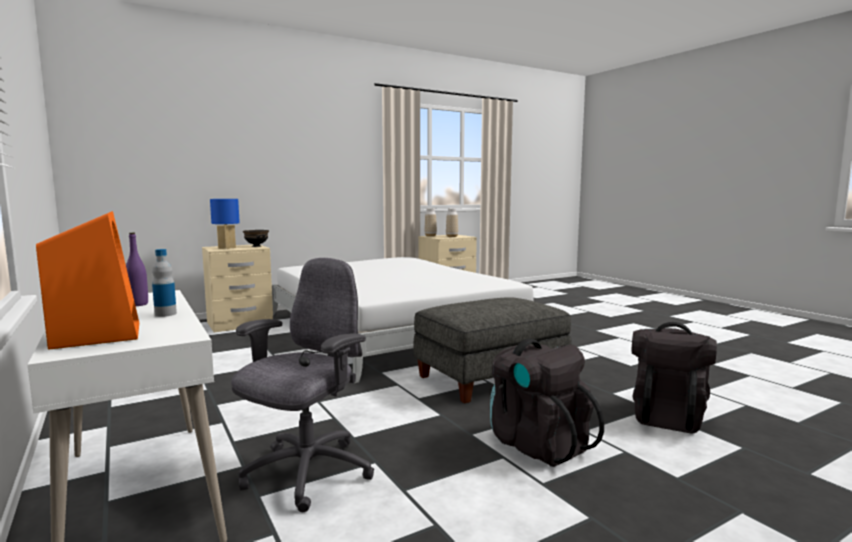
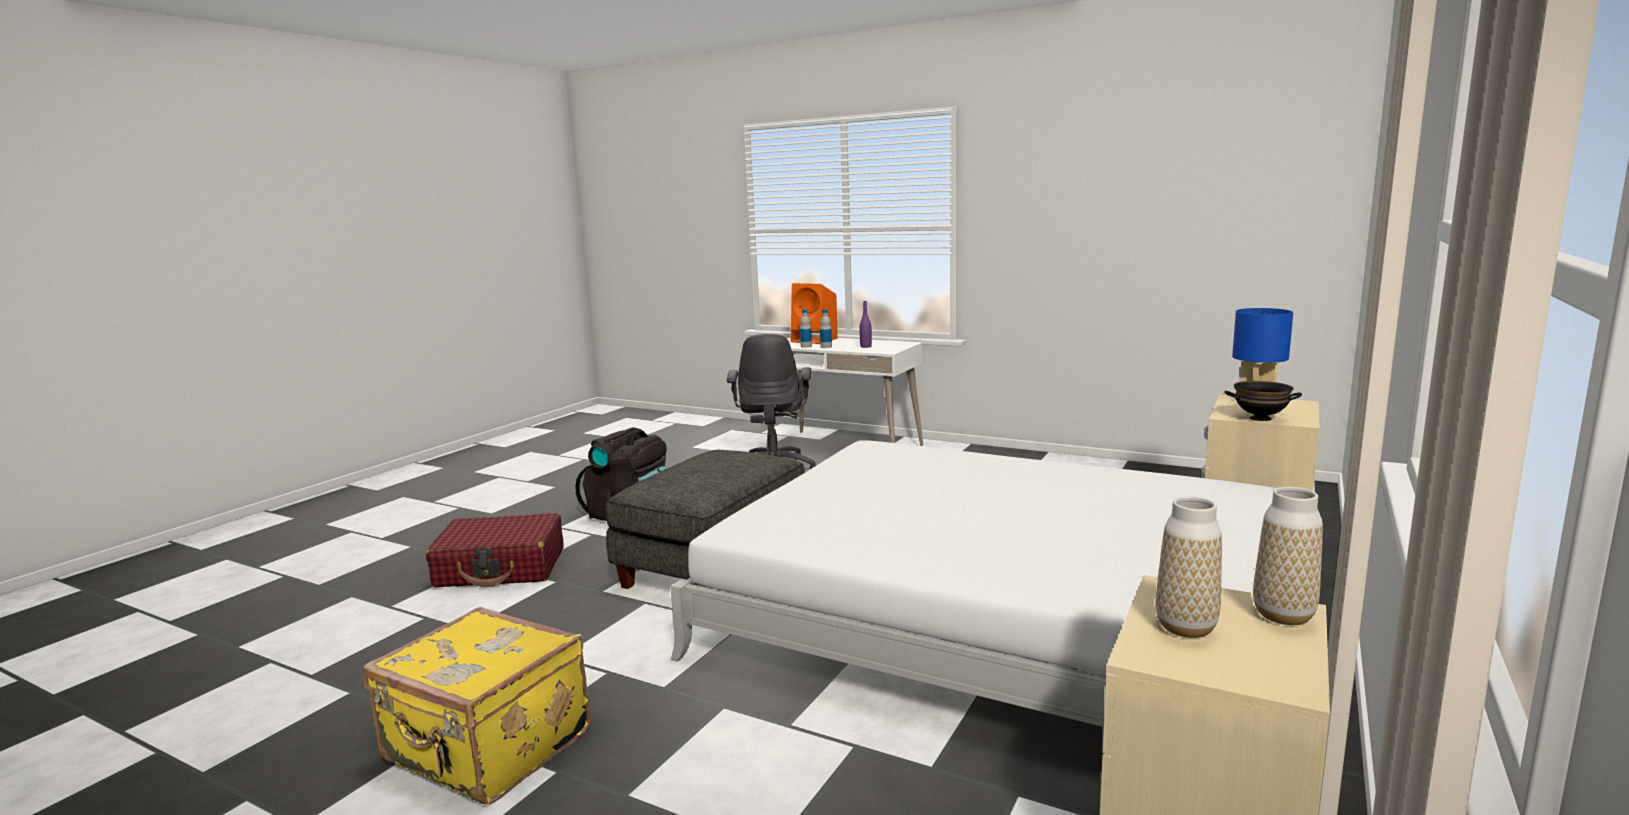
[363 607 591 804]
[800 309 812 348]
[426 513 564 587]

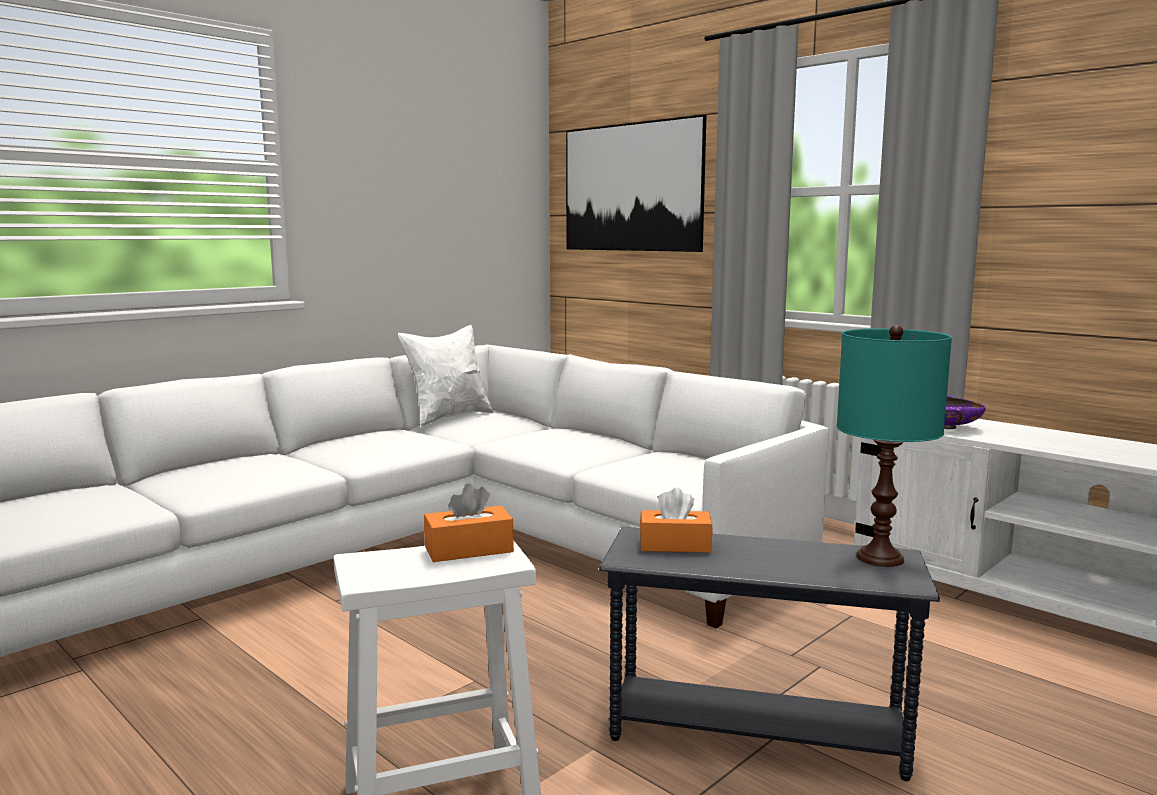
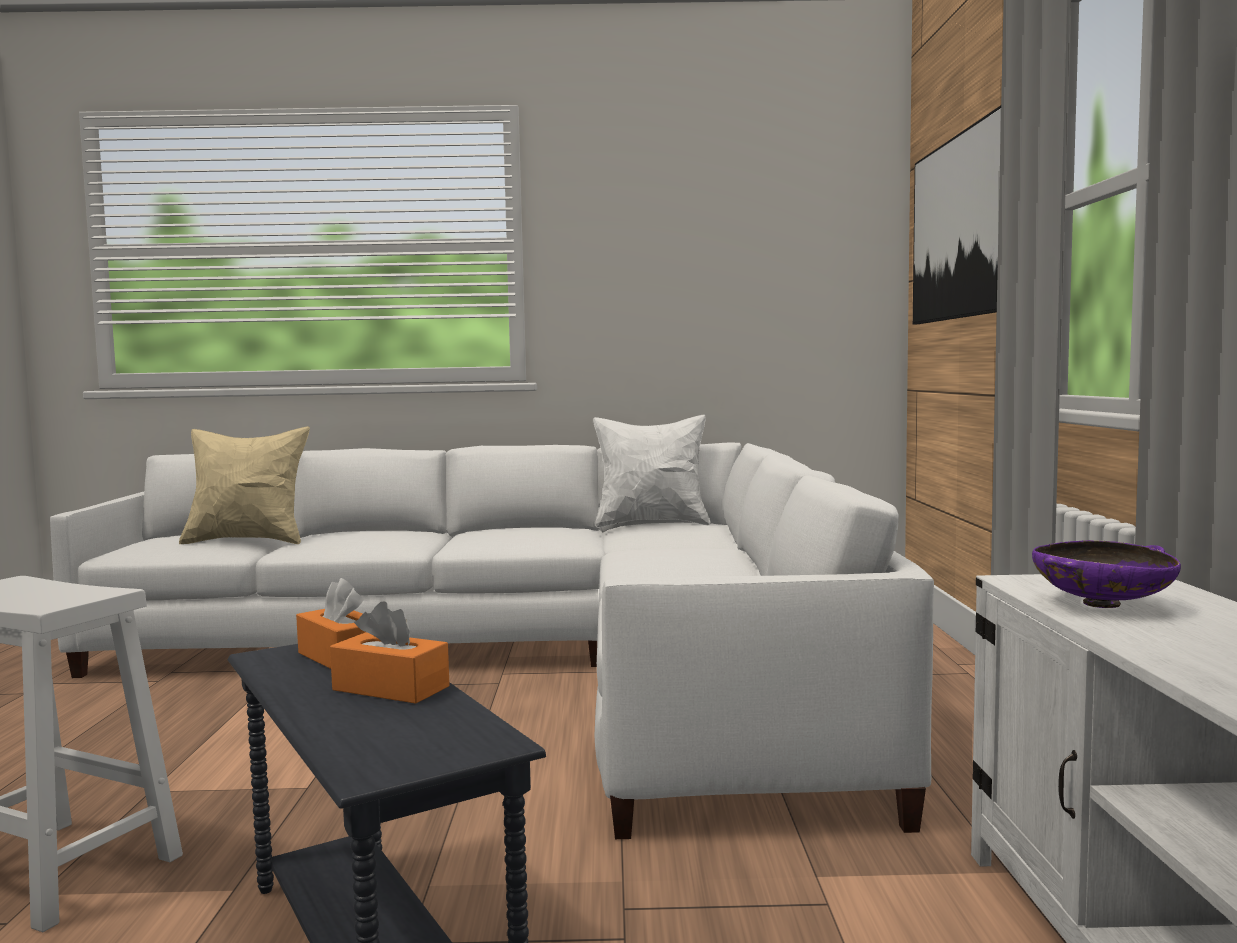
[837 325 952 567] (first image)
[179 426 310 544]
[330 601 450 704]

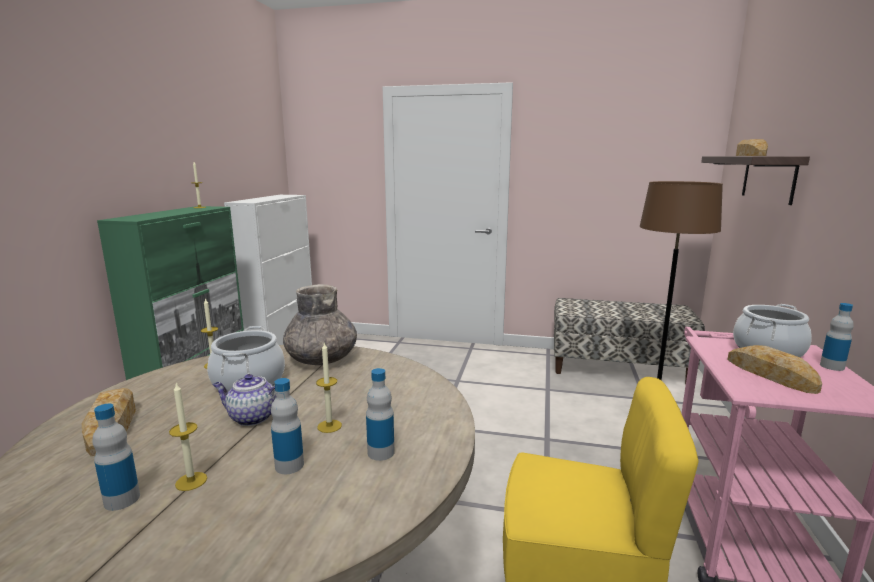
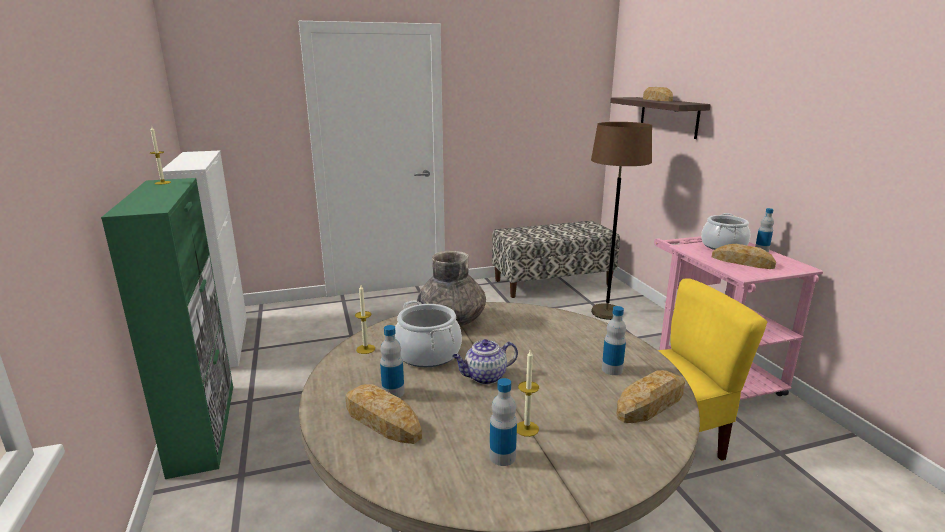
[316 343 342 433] (first image)
[616 370 685 423]
[380 325 404 398]

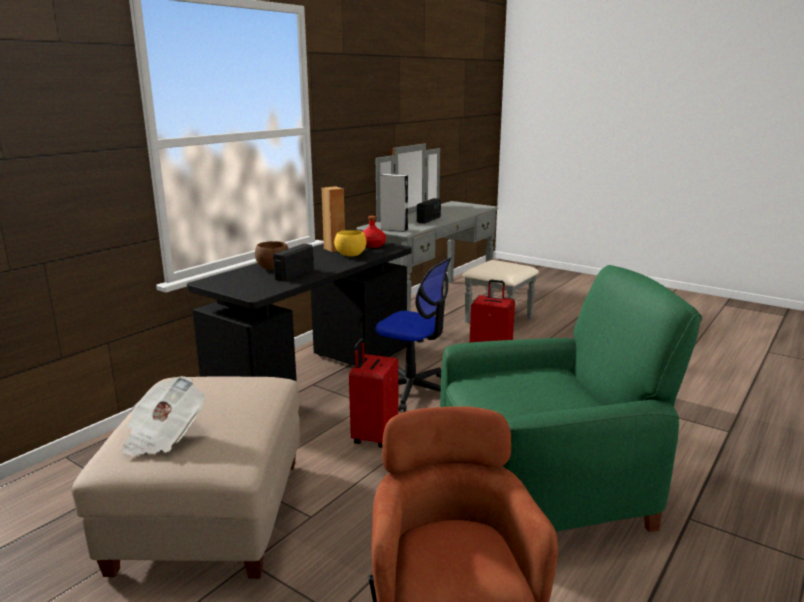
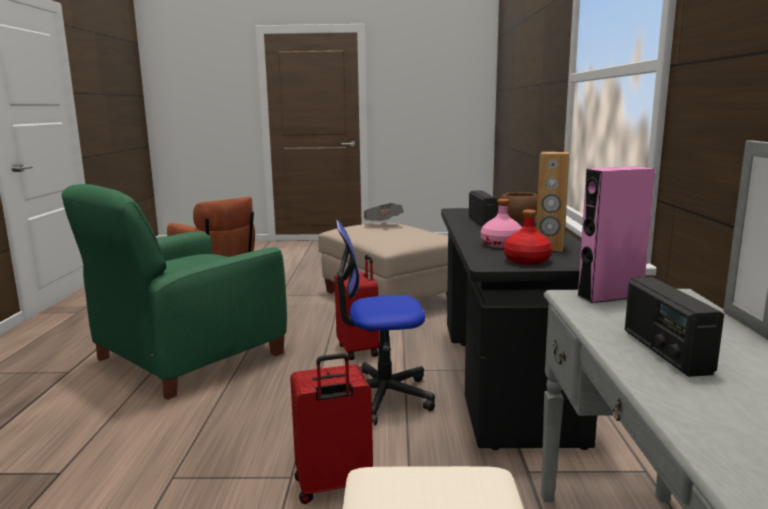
[481 199 522 248]
[577 166 655 303]

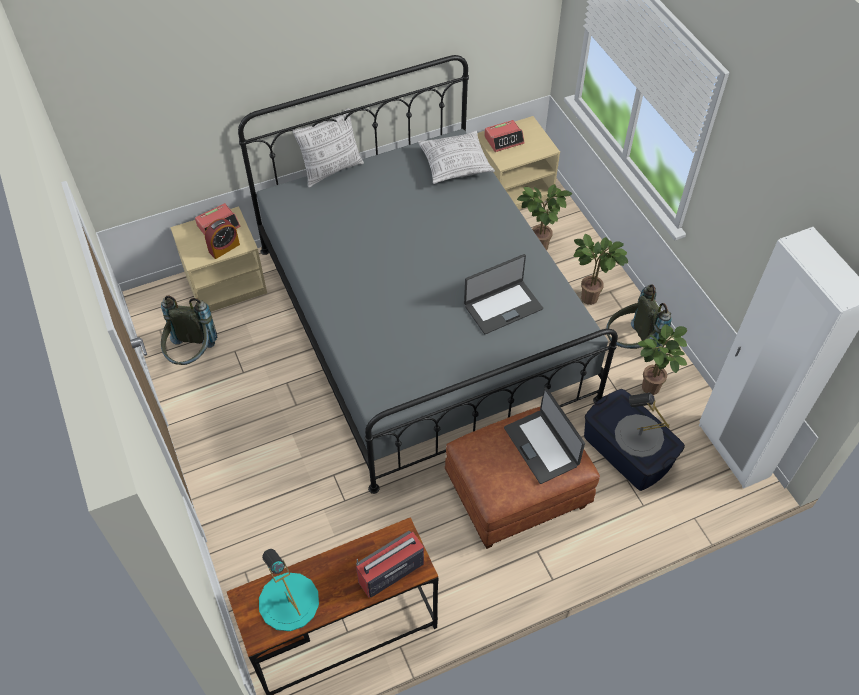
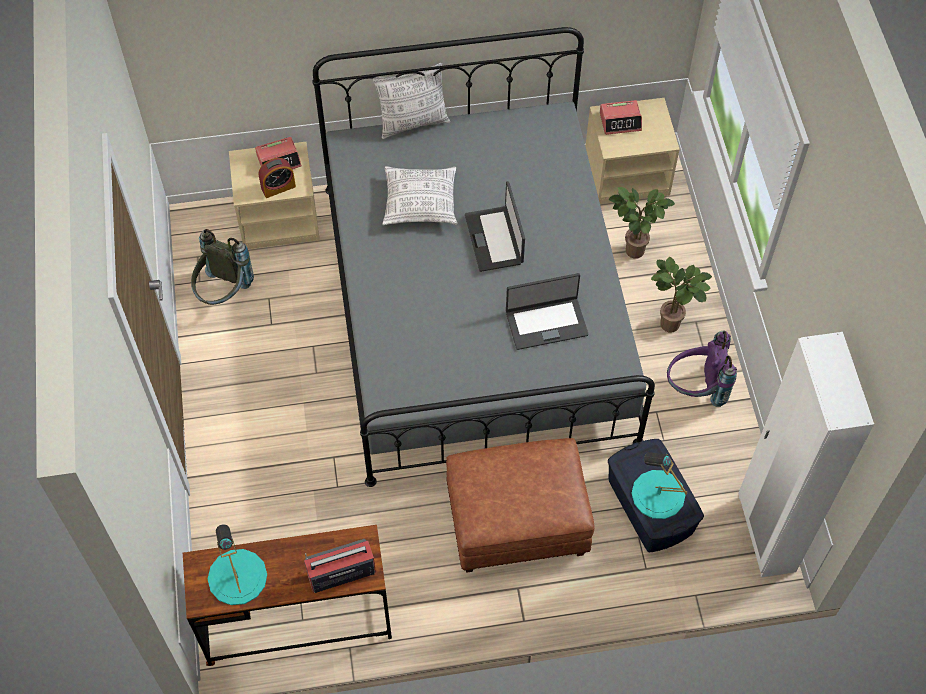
[638 324 687 395] (first image)
[382 166 457 225]
[465 181 525 272]
[667 330 737 407]
[631 452 687 519]

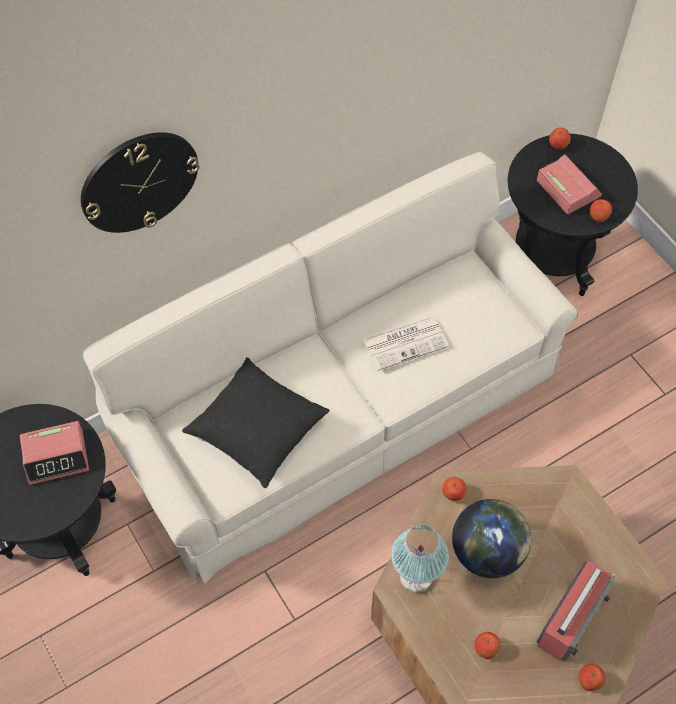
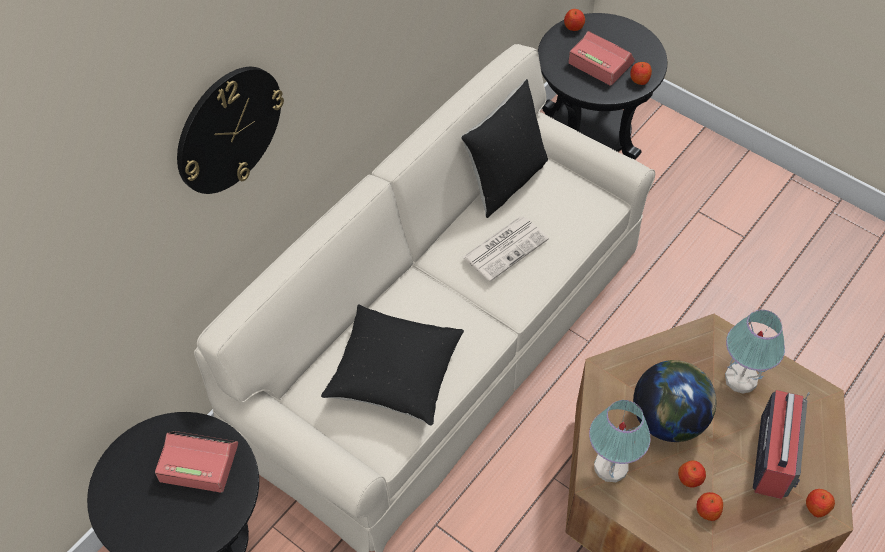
[461 79 548 218]
[725 310 785 393]
[678 460 706 487]
[155 431 238 493]

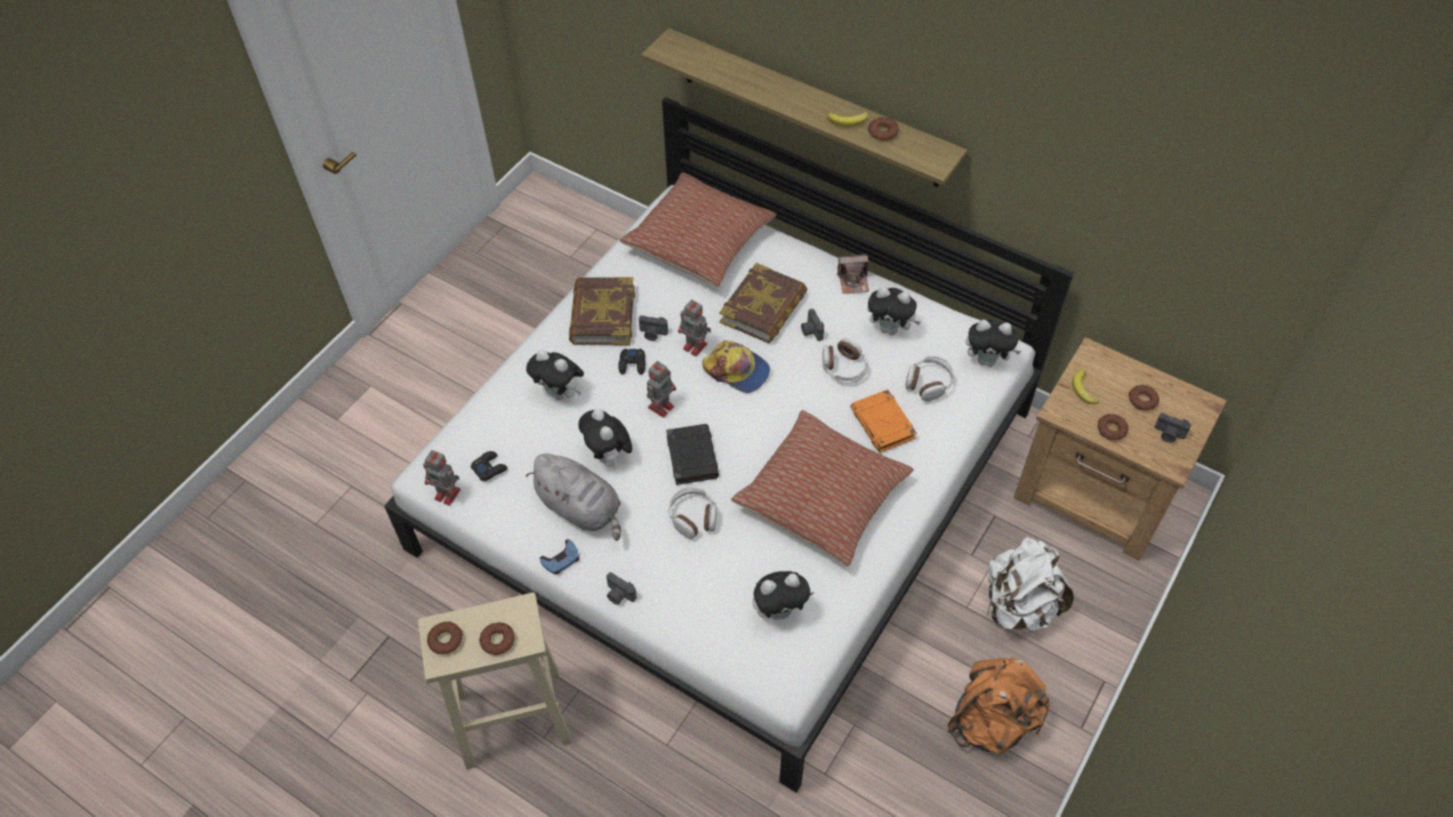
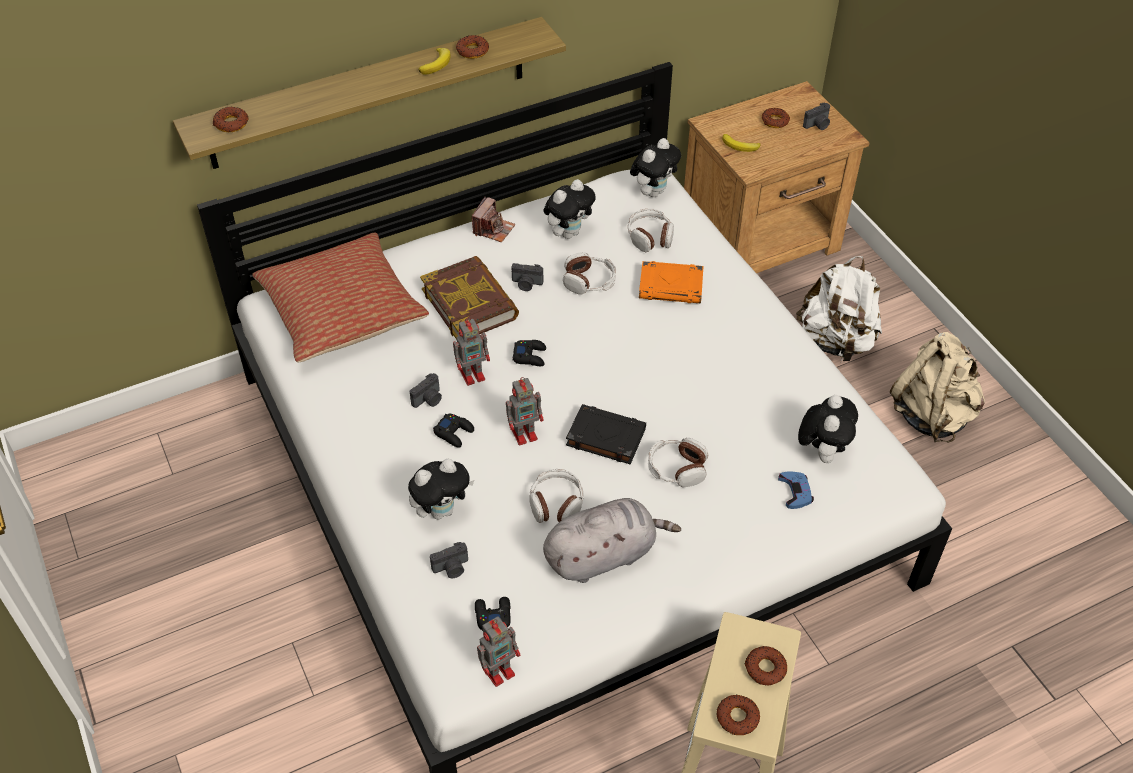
[569 277 635 345] (first image)
[731 410 913 566] (first image)
[778 471 814 509]
[430 542 468 578]
[213 107 249 132]
[529 469 584 523]
[513 340 546 366]
[890 332 985 443]
[506 377 543 445]

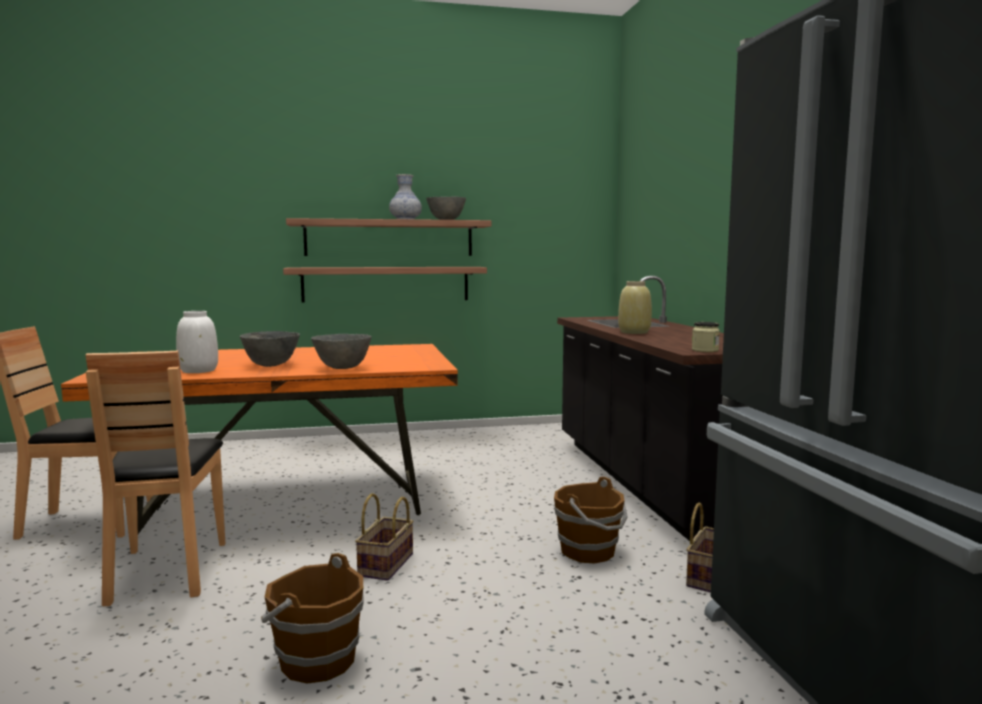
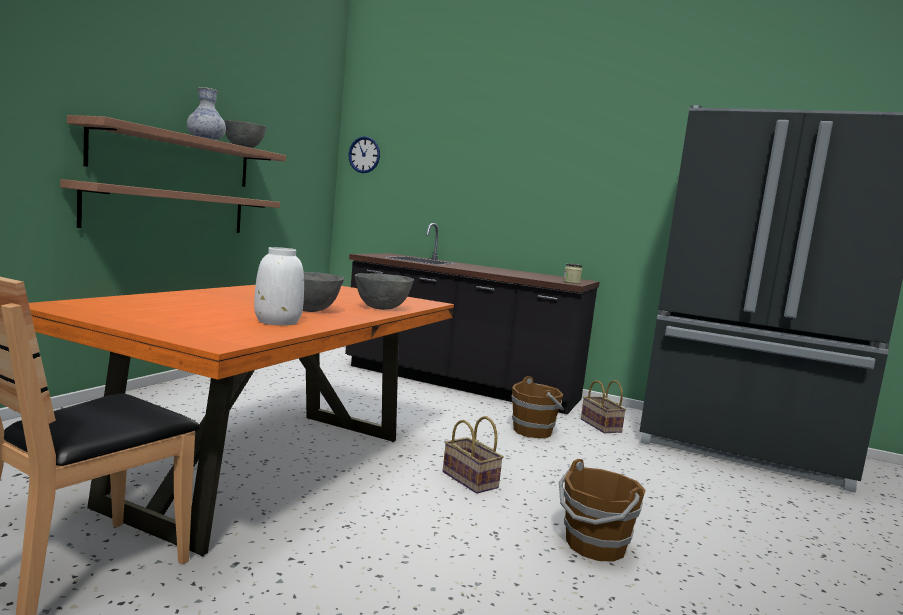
[85 351 225 606] (first image)
[618 281 652 334] (first image)
[349 136 380 173]

